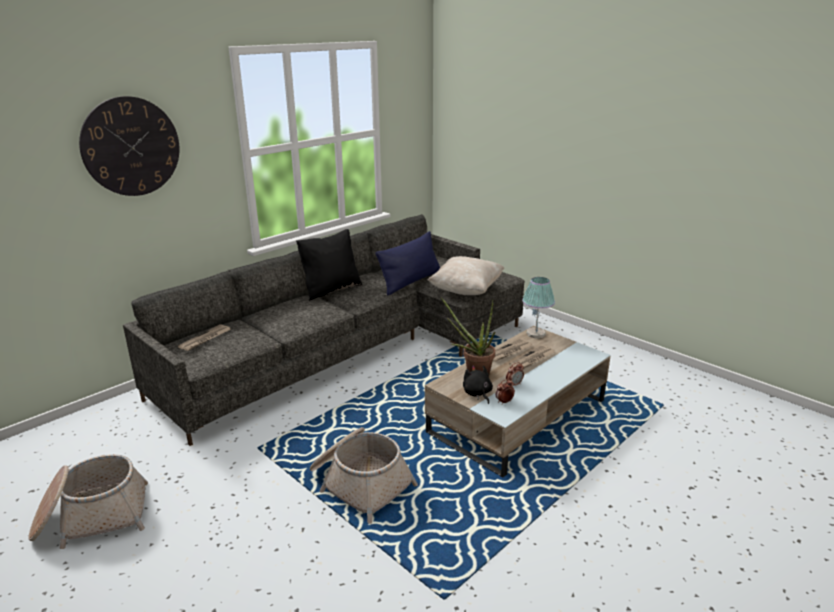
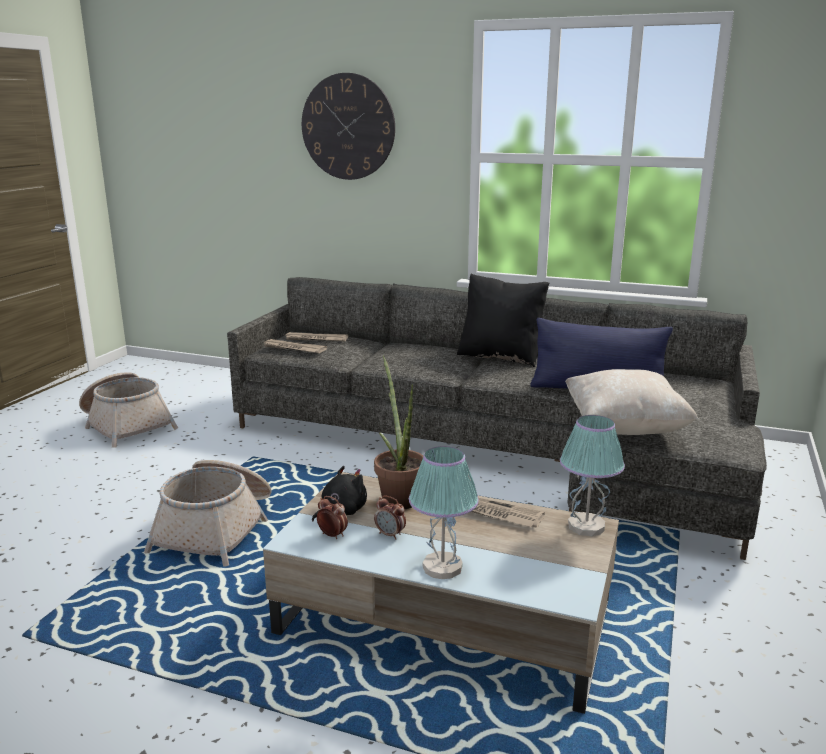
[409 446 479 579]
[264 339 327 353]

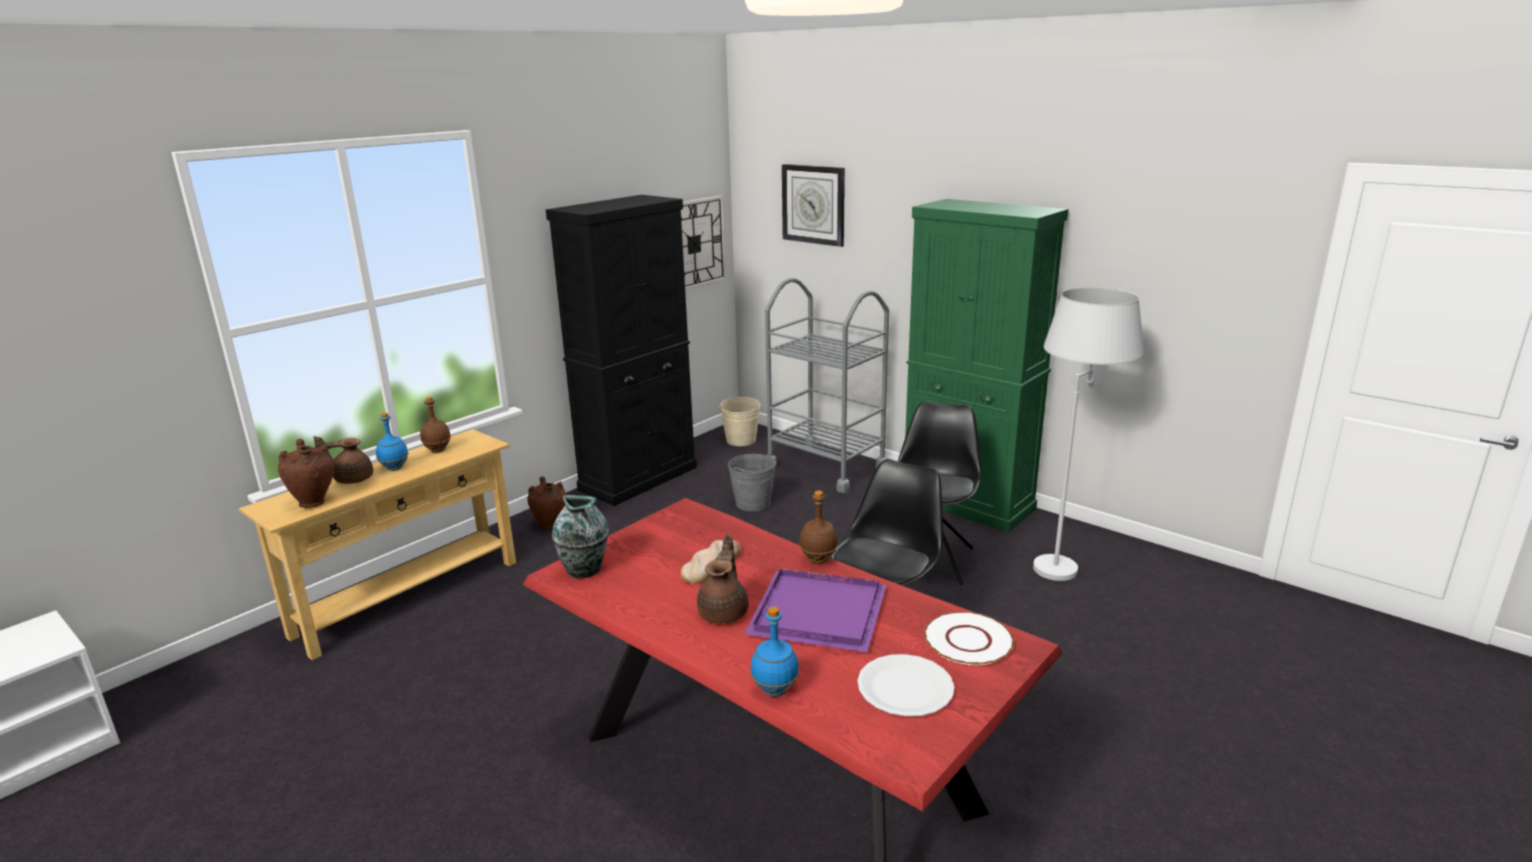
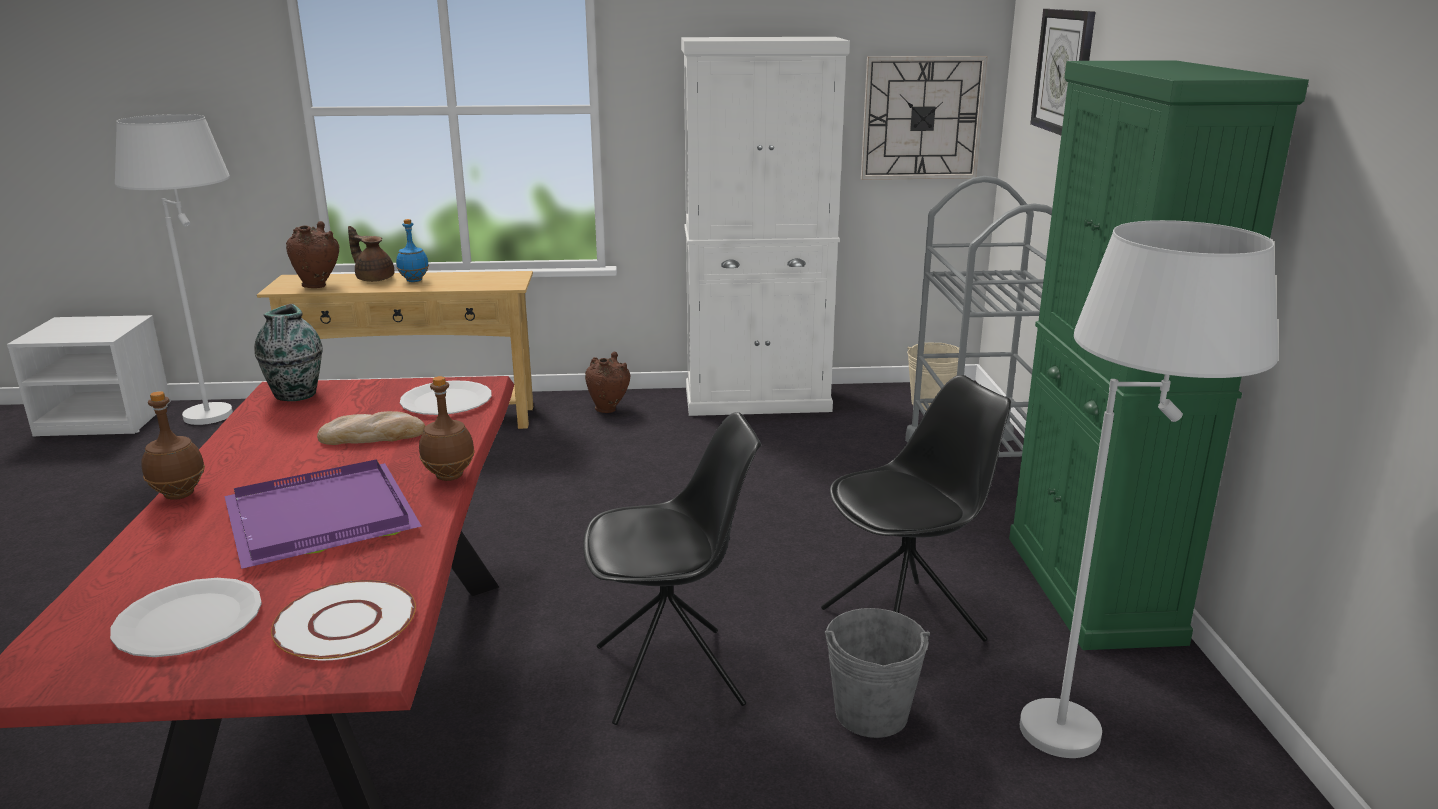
[697 534 749 624] (first image)
[751 607 799 697] (first image)
[115 114 233 425]
[400 380 491 415]
[141 391 205 500]
[825 608 930 738]
[681 37 850 416]

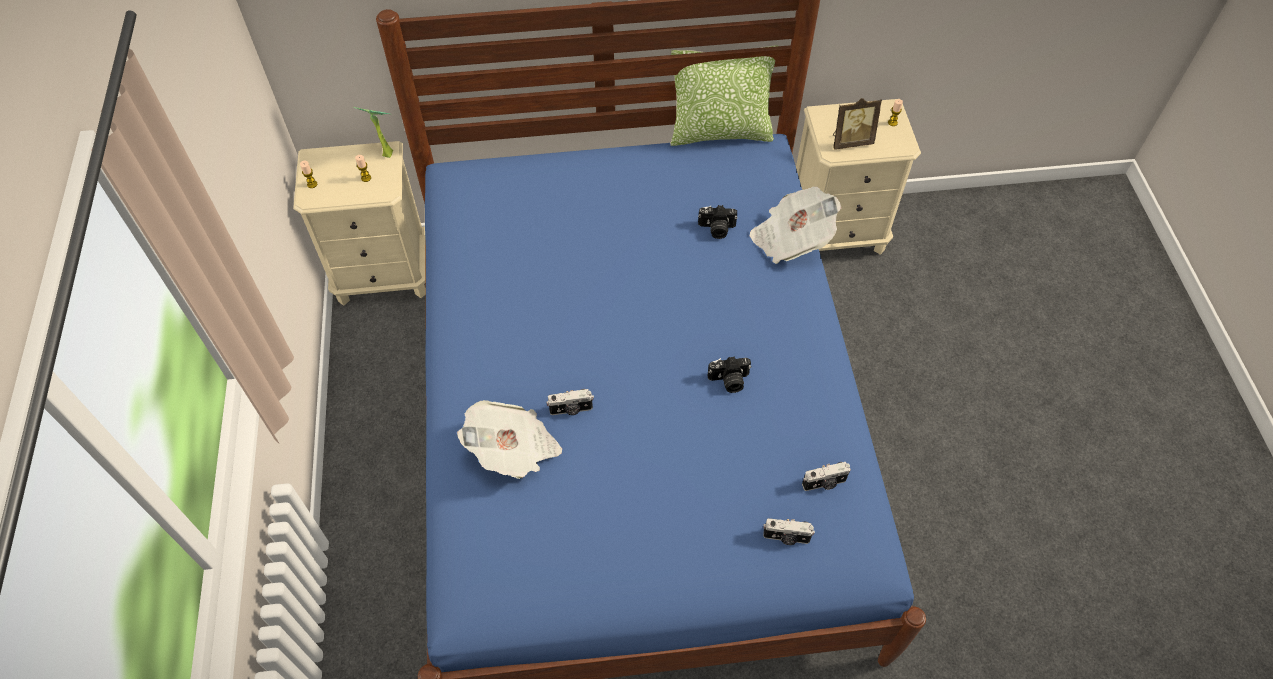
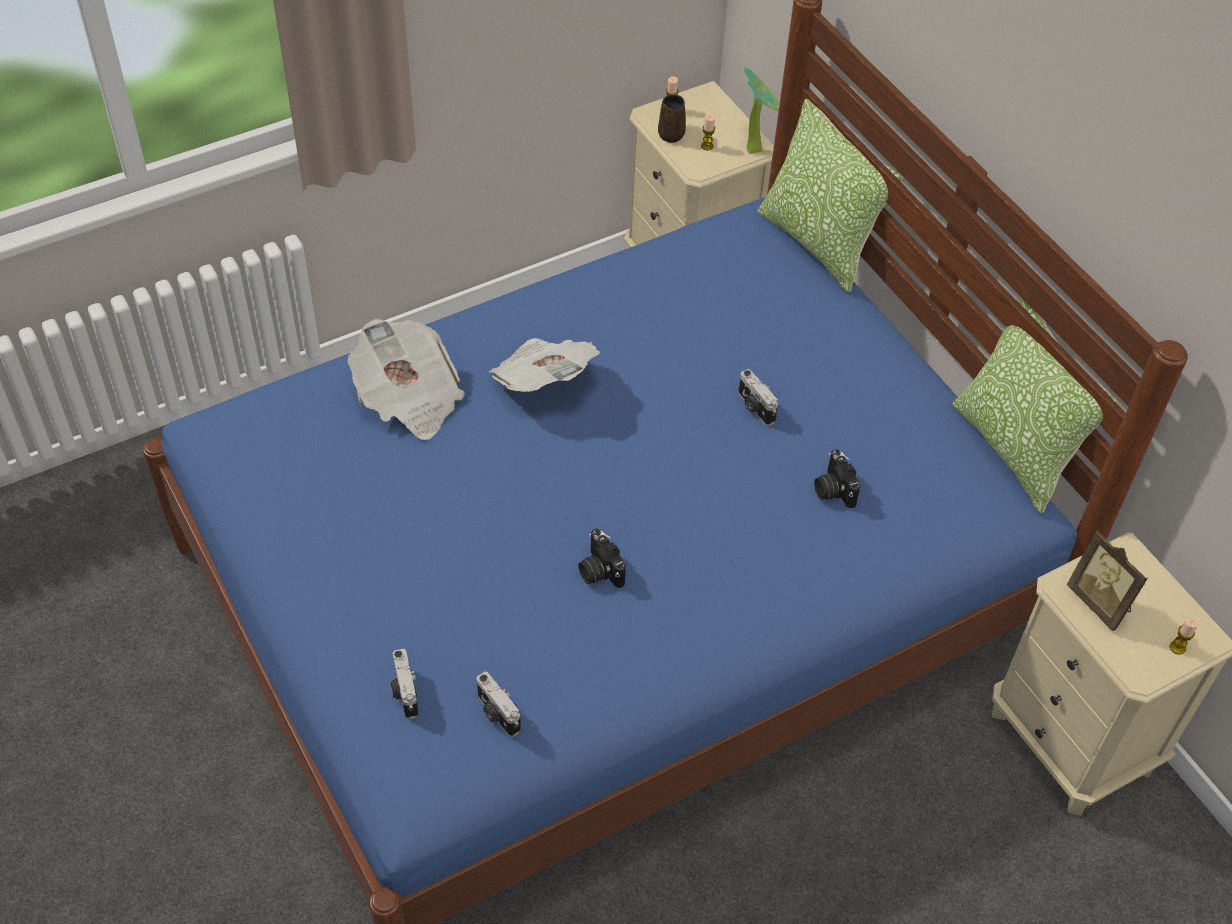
[658 94 686 143]
[757 99 903 293]
[738 369 778 426]
[489 338 600 392]

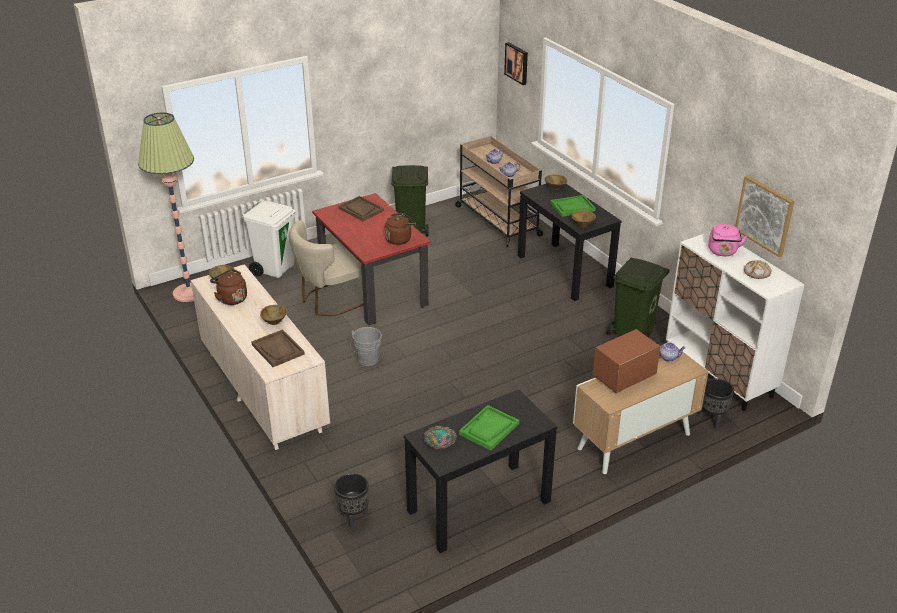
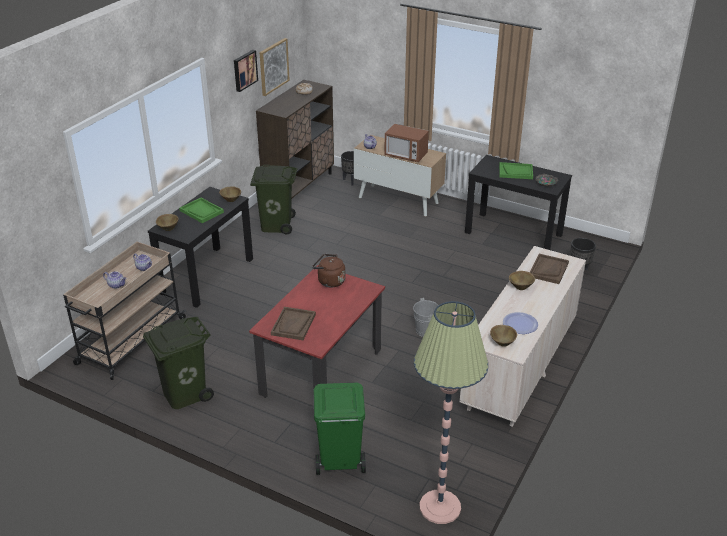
[289 220 364 316] (first image)
[708 224 747 256] (first image)
[234 50 258 92]
[503 312 538 334]
[314 382 366 475]
[256 80 334 207]

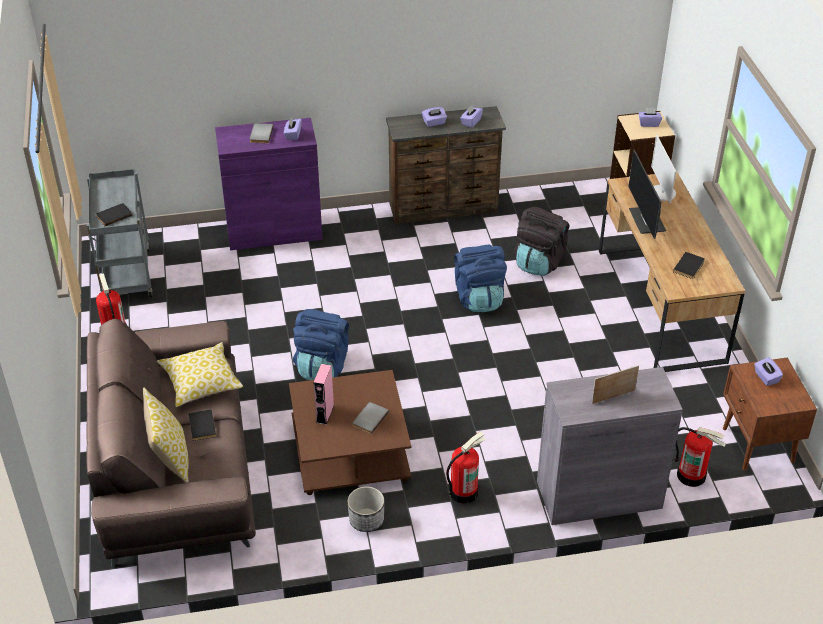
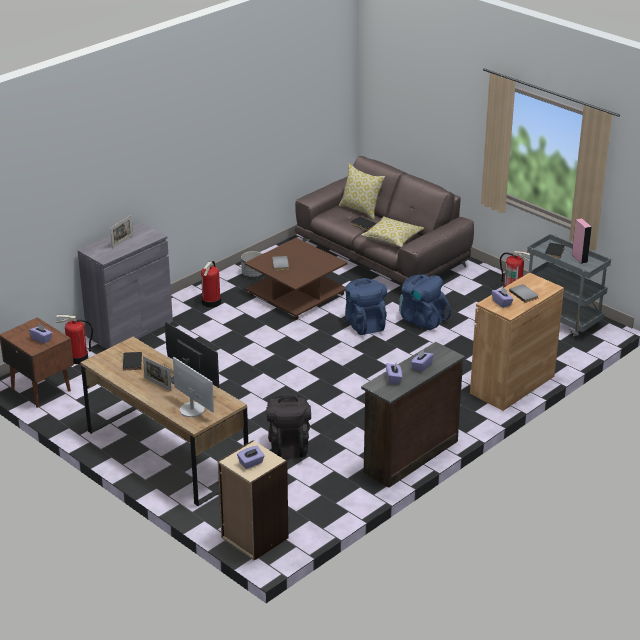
[143 356 172 391]
[572 218 592 264]
[399 274 451 330]
[470 273 564 411]

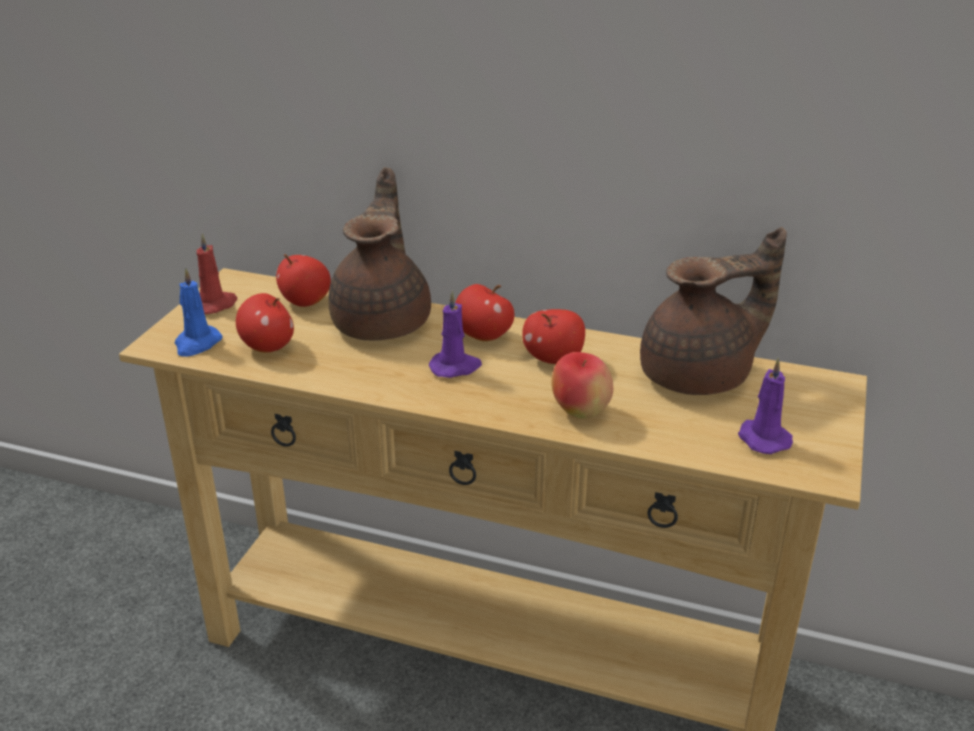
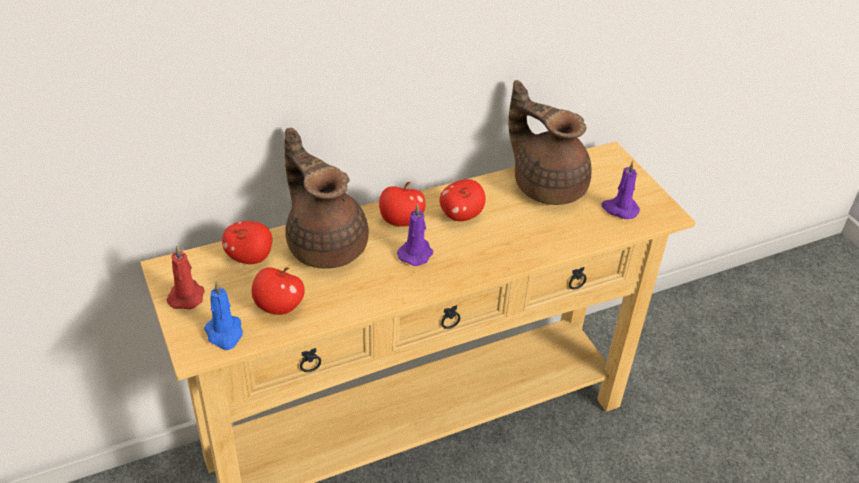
[552 352 613 418] (first image)
[508 80 592 205]

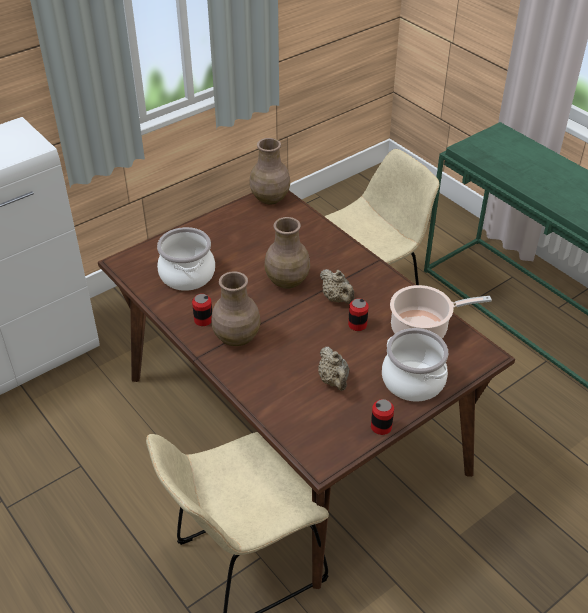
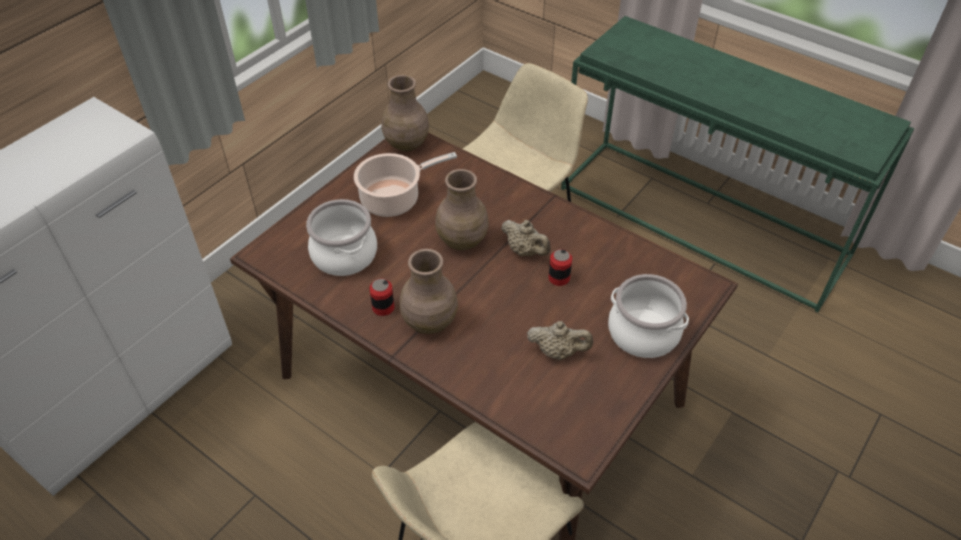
[371 399 394 435] (first image)
[354 152 457 217]
[527 321 593 360]

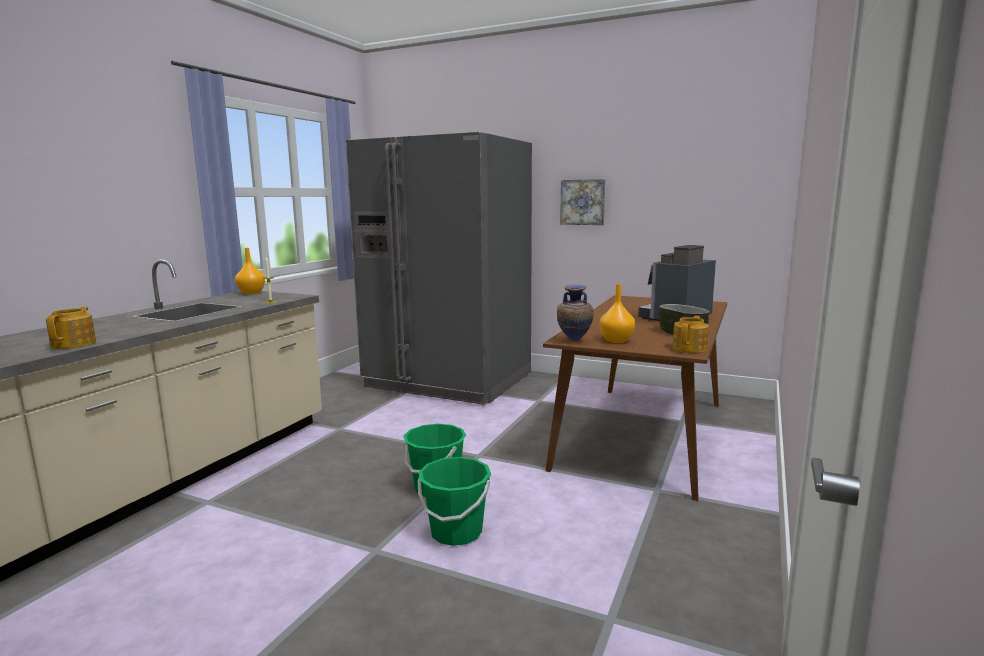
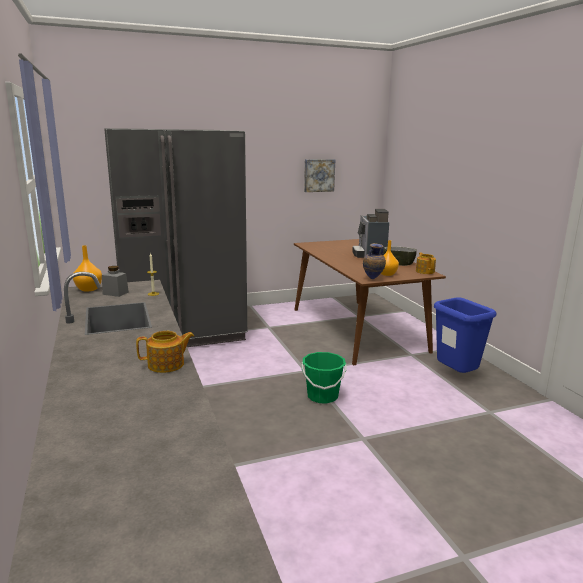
[418 457 491 546] (first image)
[102 266 129 297]
[434 298 496 373]
[304 159 335 192]
[136 331 194 373]

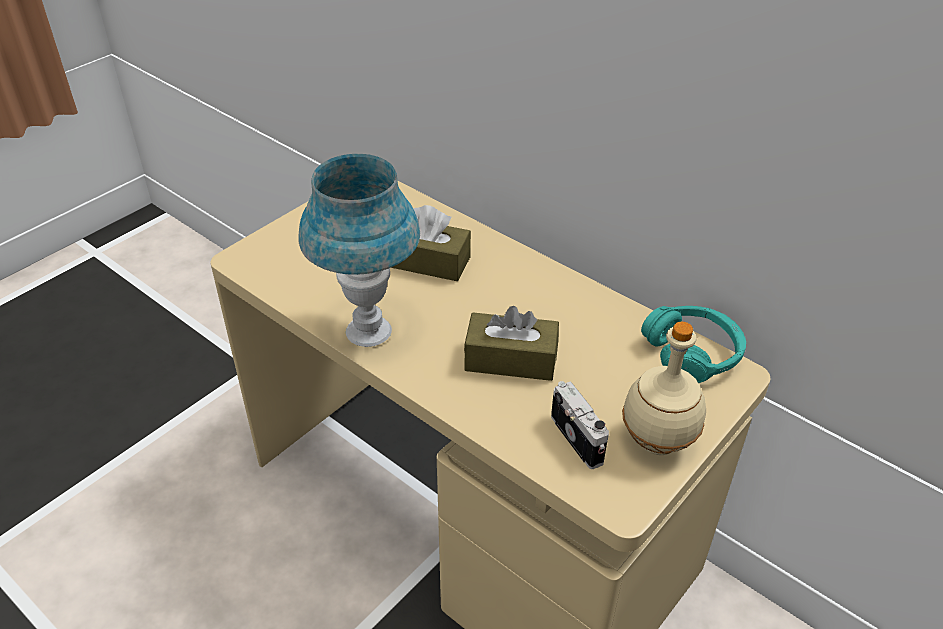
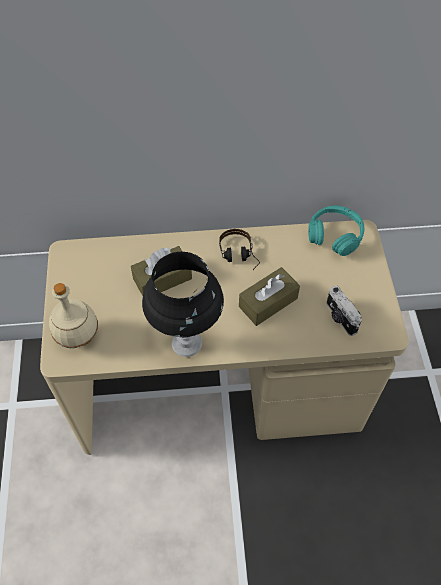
[219 229 260 270]
[49 283 98 348]
[142 252 224 357]
[326 286 362 336]

